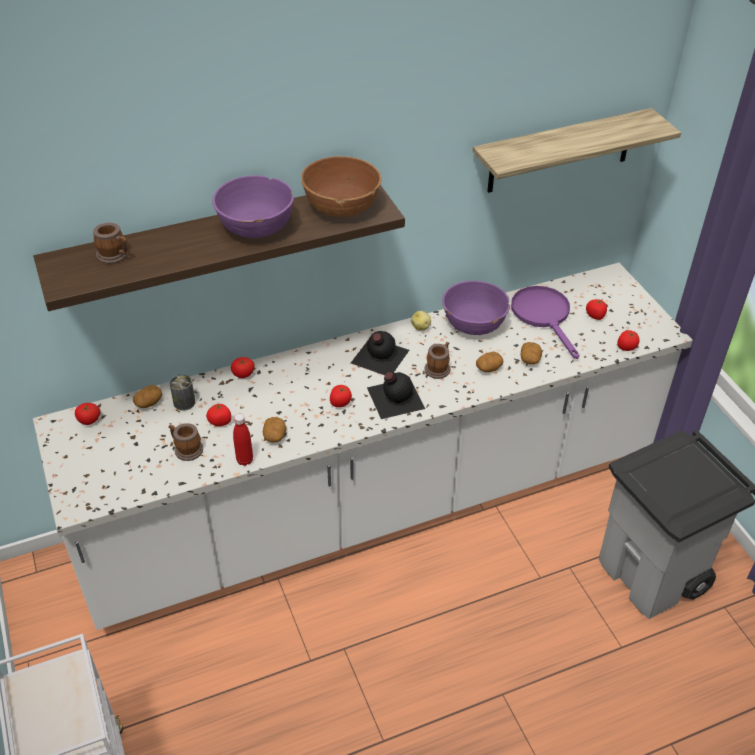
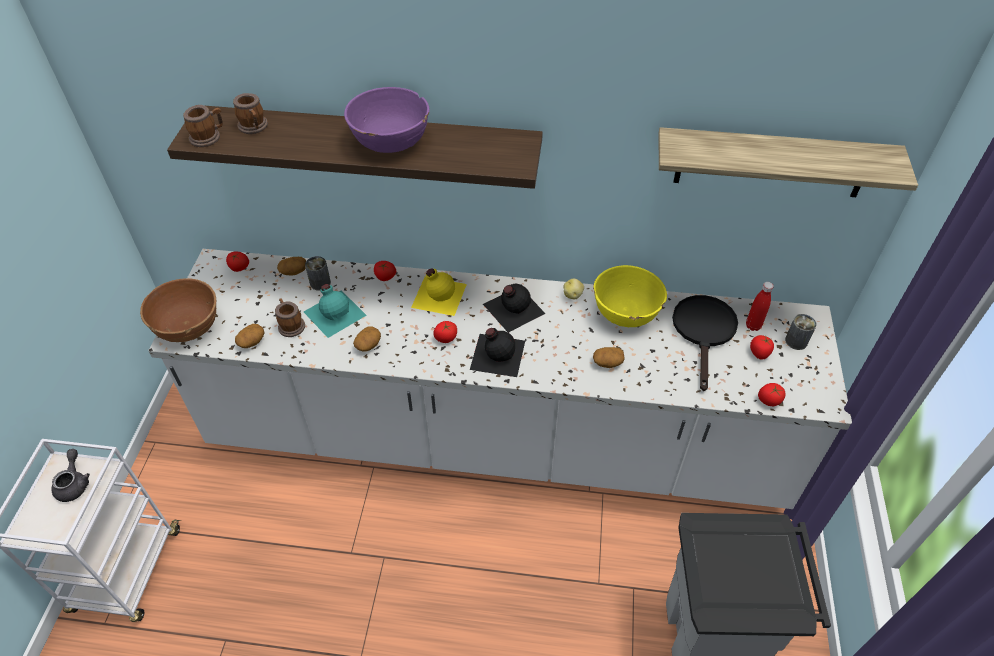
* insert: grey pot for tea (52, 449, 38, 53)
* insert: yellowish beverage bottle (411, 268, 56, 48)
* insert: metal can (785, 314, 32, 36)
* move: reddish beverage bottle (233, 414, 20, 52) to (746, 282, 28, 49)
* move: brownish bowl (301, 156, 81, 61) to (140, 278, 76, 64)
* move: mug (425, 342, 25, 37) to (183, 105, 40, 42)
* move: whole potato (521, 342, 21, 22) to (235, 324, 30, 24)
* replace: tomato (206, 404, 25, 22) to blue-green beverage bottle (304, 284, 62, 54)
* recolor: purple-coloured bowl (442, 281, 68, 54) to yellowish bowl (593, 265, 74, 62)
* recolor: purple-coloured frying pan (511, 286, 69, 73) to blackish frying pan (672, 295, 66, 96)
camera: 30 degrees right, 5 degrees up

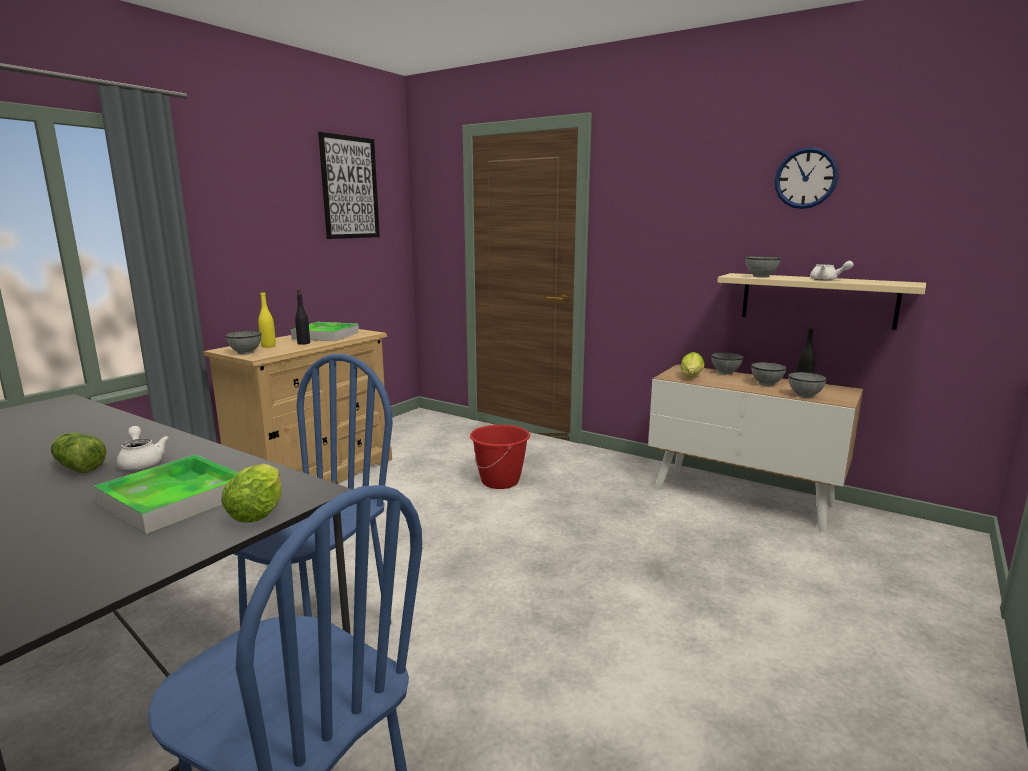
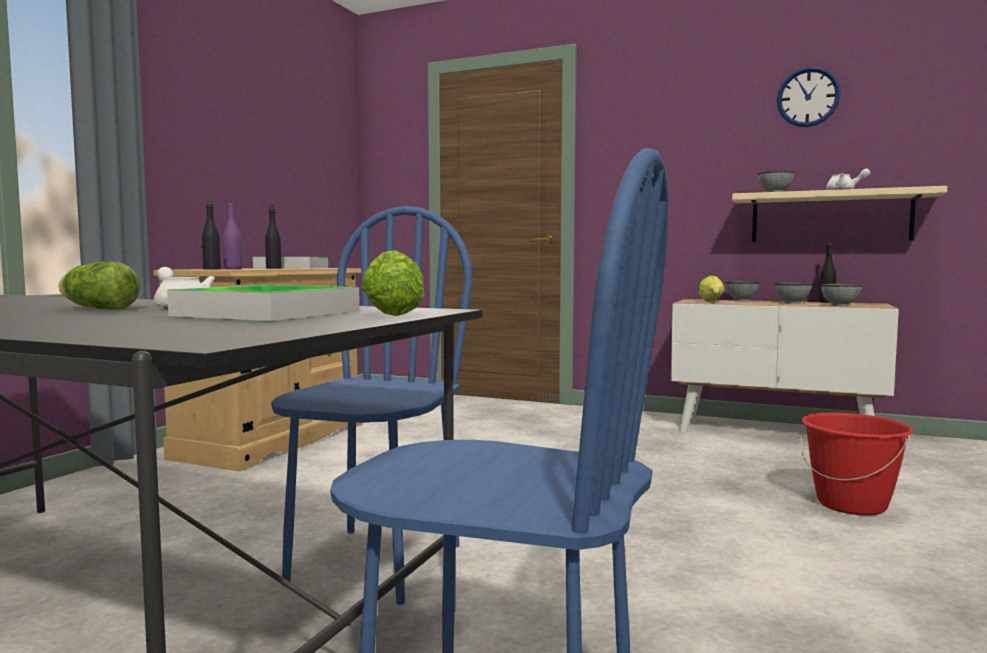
* delete: wall picture (318, 132, 62, 107)
* move: reddish bucket (470, 425, 60, 64) to (800, 413, 114, 103)
* replace: grey bowl (225, 331, 36, 23) to blackish beverage bottle (202, 198, 19, 72)
* recolor: yellowish beverage bottle (258, 291, 18, 57) to purple-coloured beverage bottle (223, 202, 19, 67)
camera: 10 degrees left, 10 degrees down

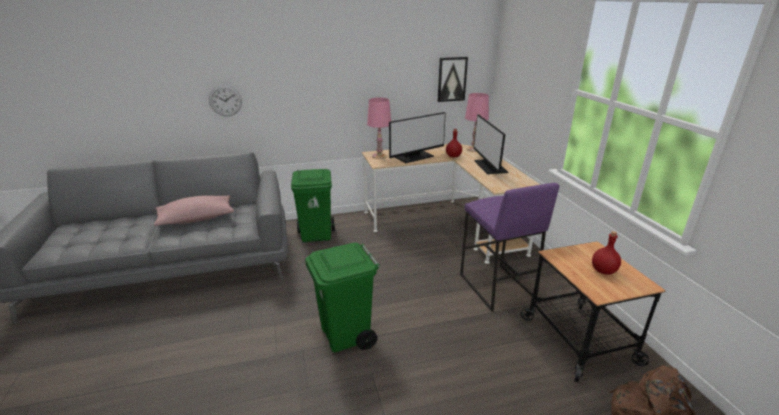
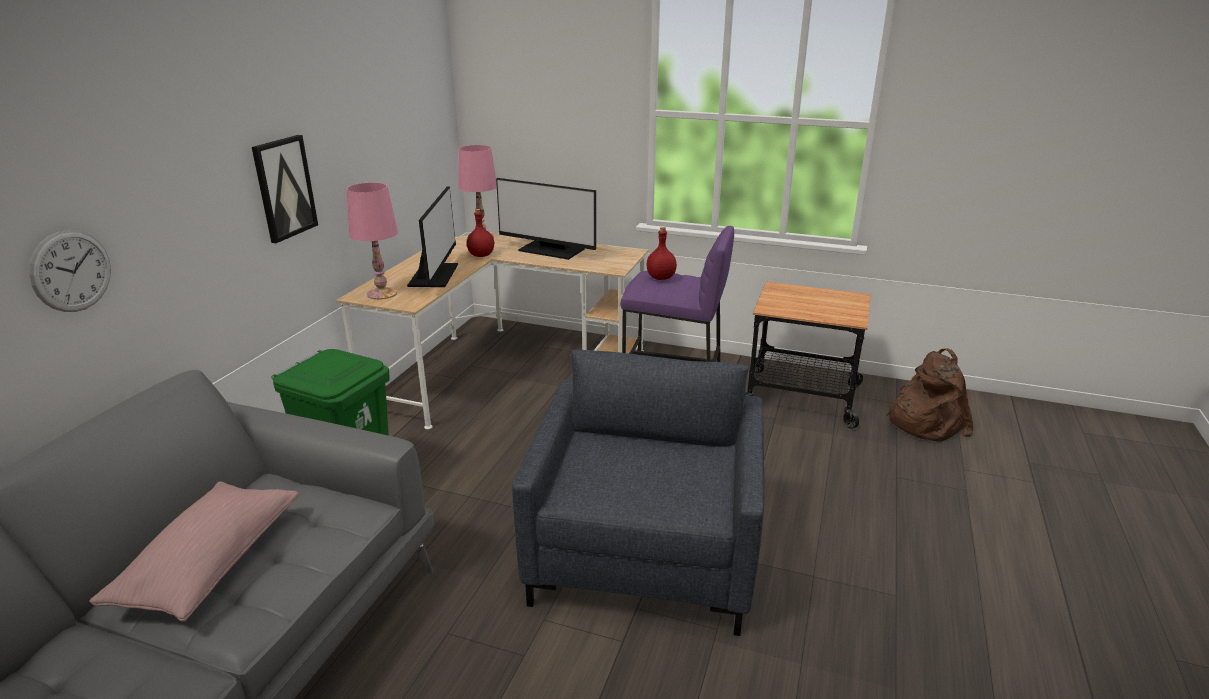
* move: wall picture (438, 57, 30, 45) to (252, 135, 66, 108)
* move: reddish beverage bottle (592, 231, 29, 44) to (646, 227, 31, 53)
* replace: greenish trash can (305, 243, 75, 109) to grey lounge chair (512, 350, 252, 286)
camera: 55 degrees left, 0 degrees up

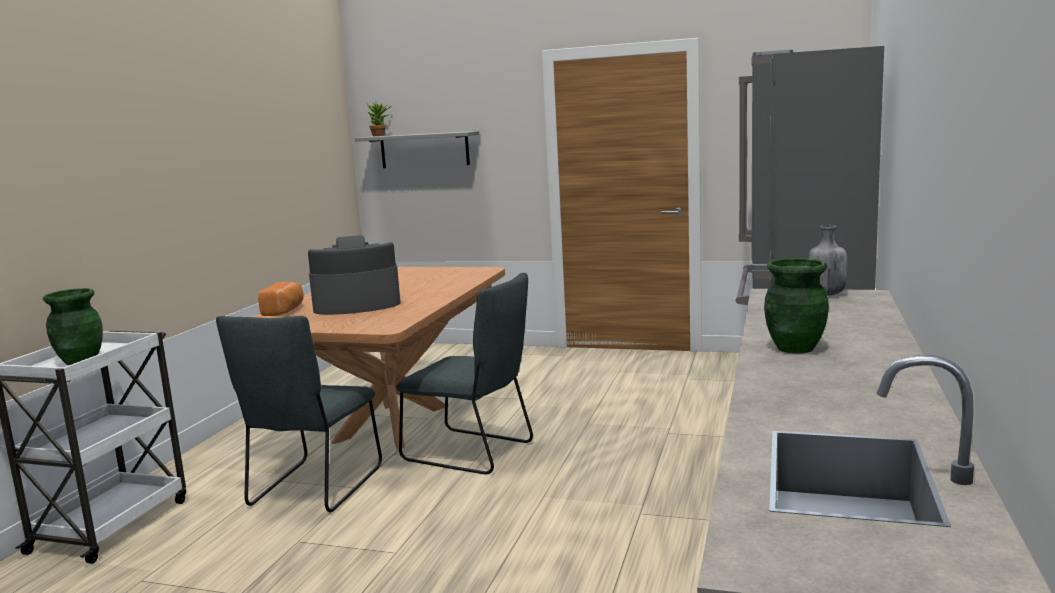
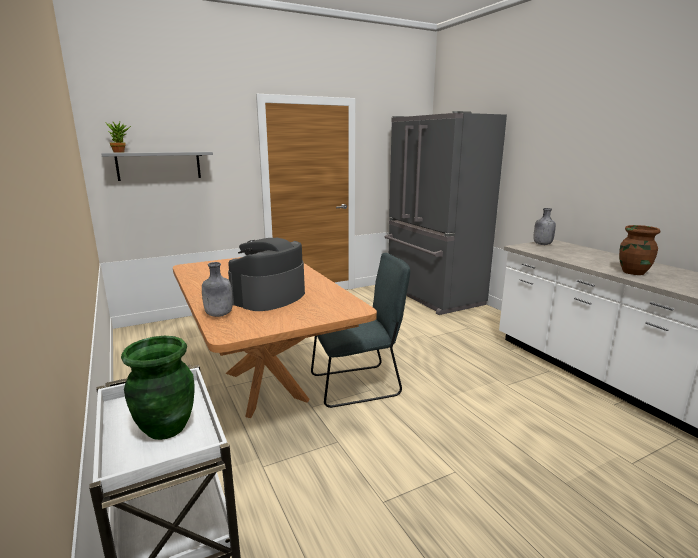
* delete: grey plain chair (216, 316, 166, 196)
* replace: baked bread (258, 282, 46, 34) to grey beverage bottle (202, 262, 31, 55)
* recolor: greenish vase (764, 258, 65, 96) to brownish vase (619, 225, 41, 50)
camera: 45 degrees left, 5 degrees up

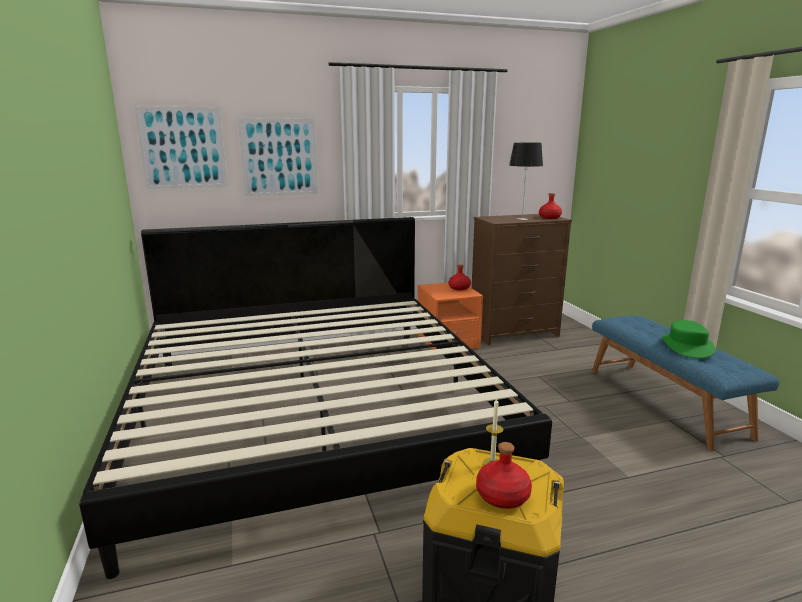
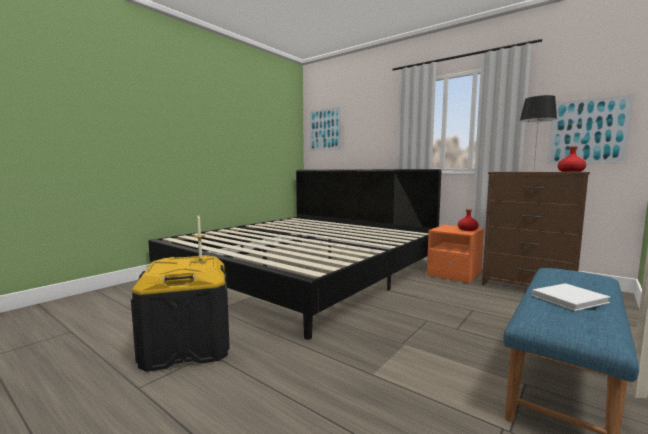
* delete: reddish beverage bottle (476, 442, 56, 67)
* move: wall picture (238, 118, 80, 78) to (547, 94, 88, 71)
* replace: greenish hat (662, 320, 53, 38) to white-coloured book (532, 283, 78, 28)
camera: 55 degrees right, 10 degrees down

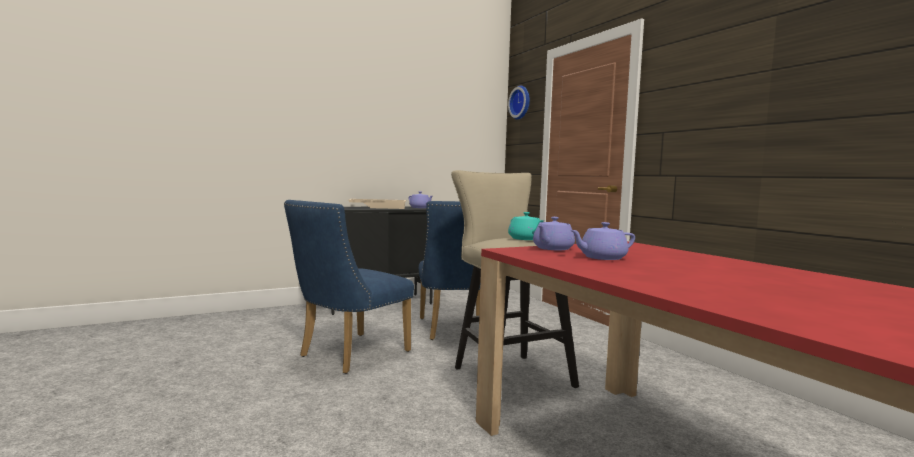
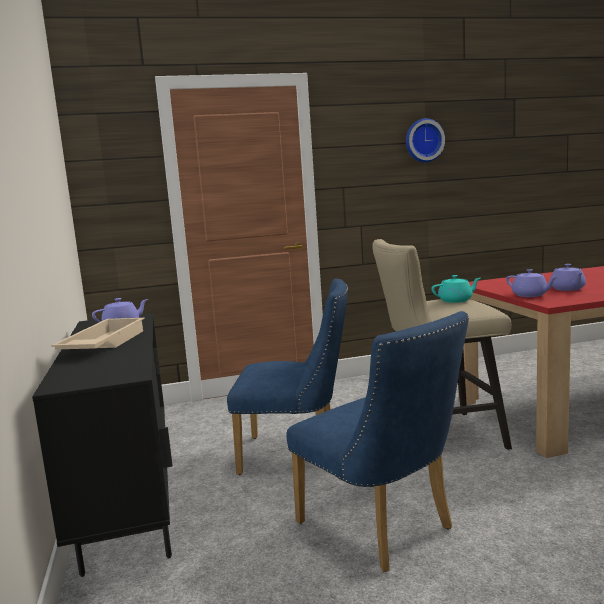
* move: hanging clock (508, 86, 22, 34) to (406, 118, 39, 45)
camera: 75 degrees left, 5 degrees up

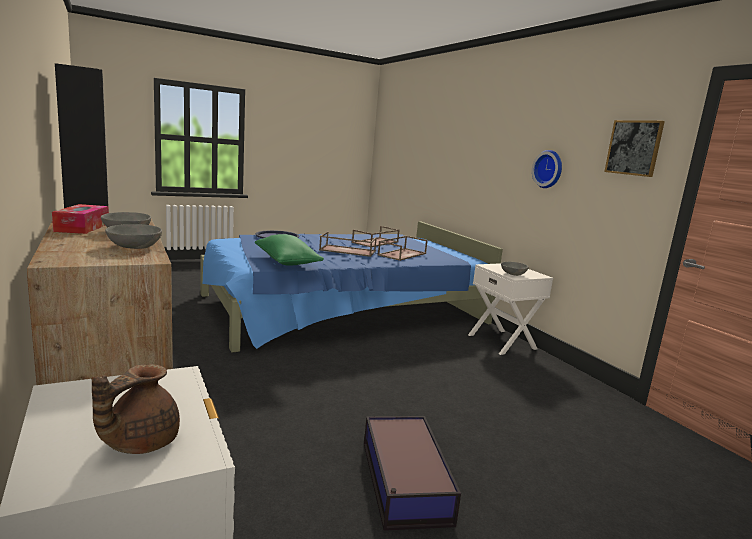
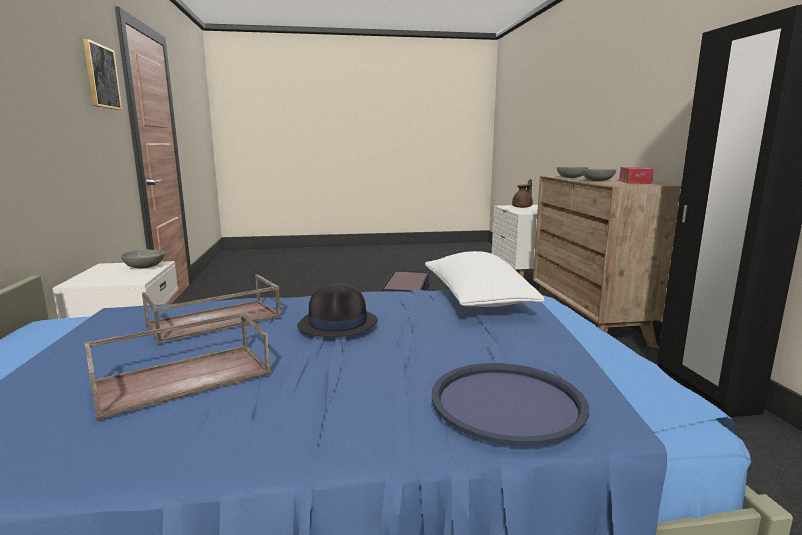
* delete: hanging clock (532, 150, 30, 38)
* replace: brownish tray (319, 232, 58, 25) to blackish hat (297, 283, 81, 54)
* recolor: greenish throw pillow (255, 234, 69, 31) to white-coloured throw pillow (425, 251, 120, 56)
camera: 160 degrees left, 0 degrees up

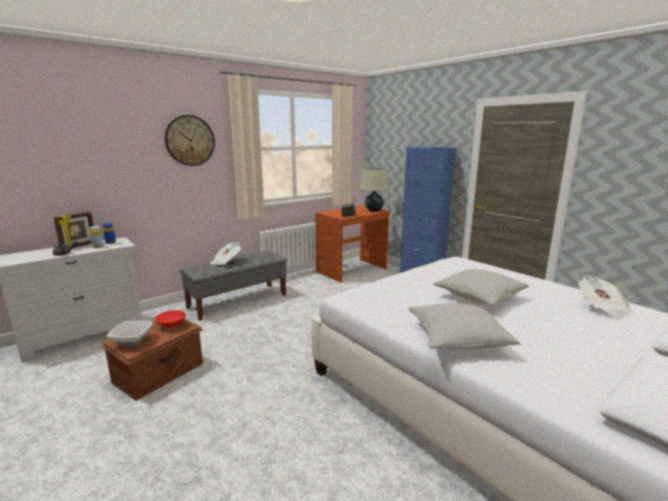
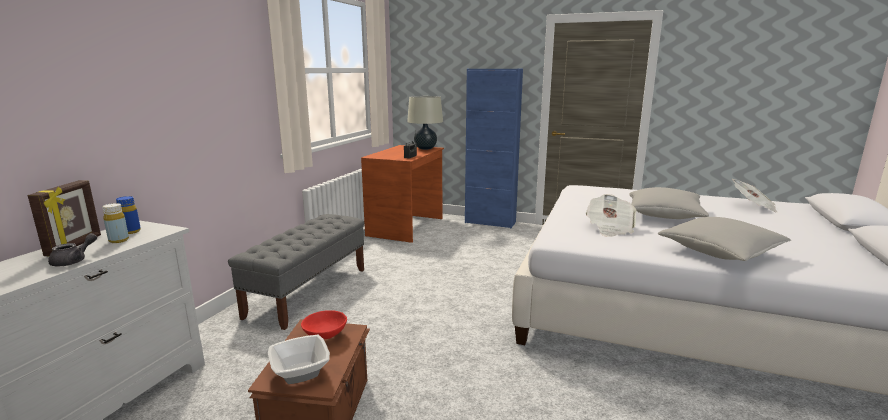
* delete: hanging clock (165, 115, 50, 51)
* move: daily paper (211, 242, 30, 23) to (586, 194, 51, 43)
camera: 30 degrees left, 0 degrees up

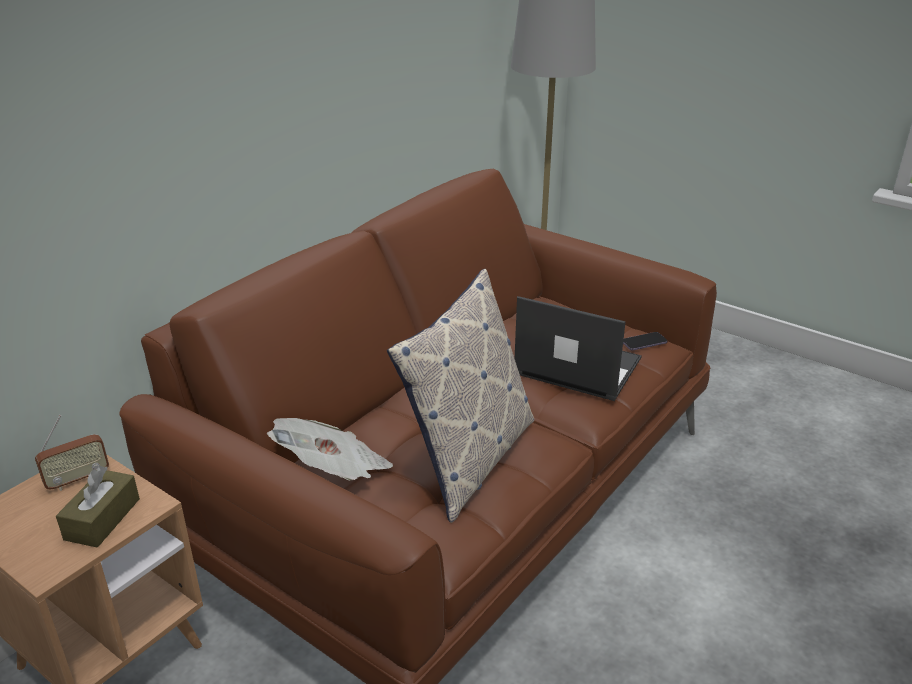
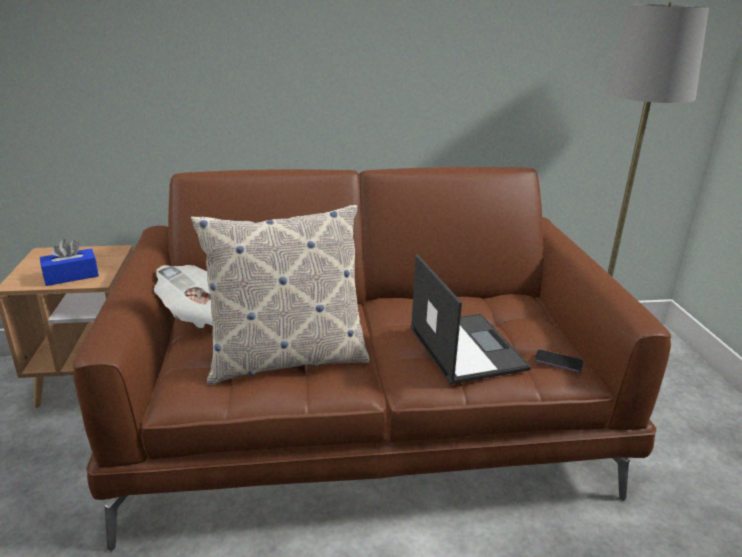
* delete: radio set (35, 415, 74, 76)
* recolor: brownish box of tissues (56, 466, 84, 82) to blue box of tissues (40, 239, 59, 47)
camera: 45 degrees right, 5 degrees down

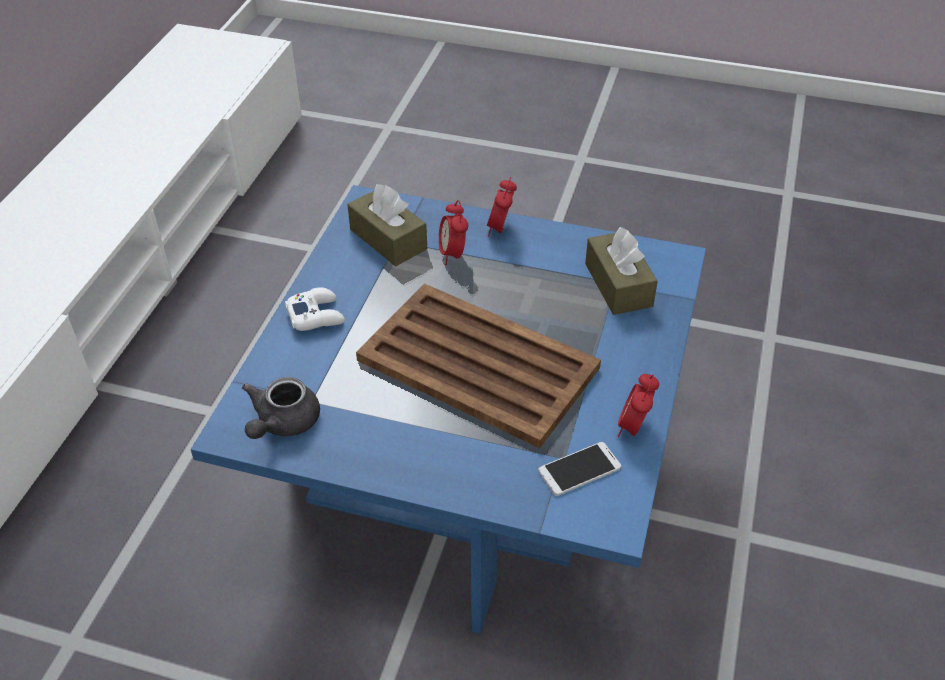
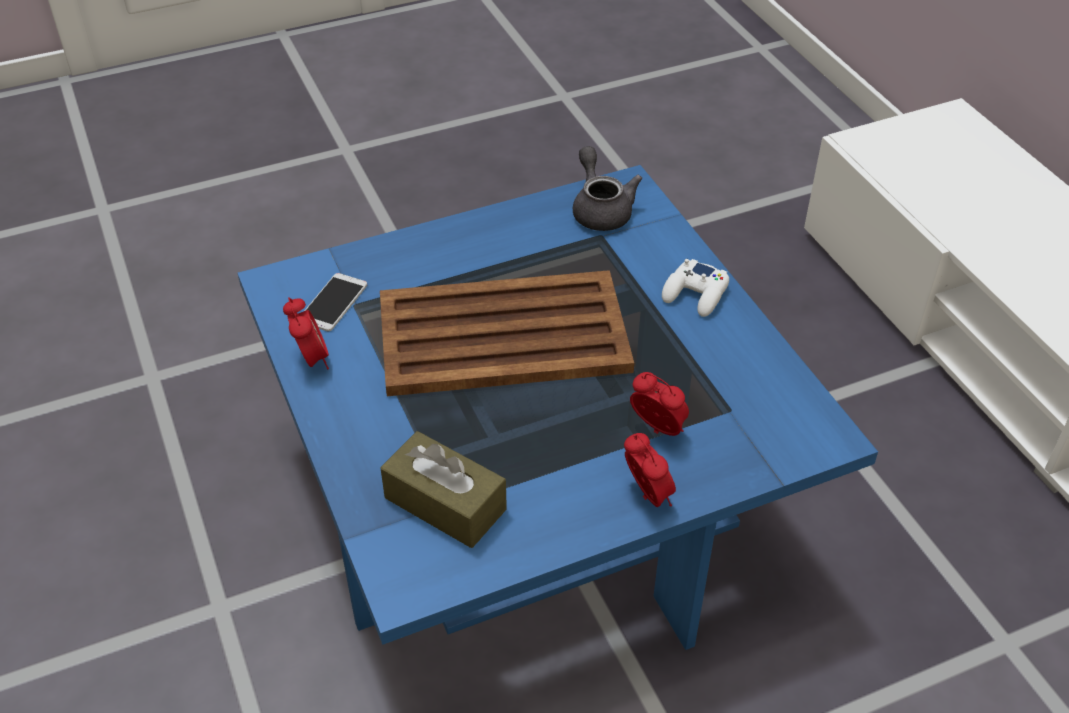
* delete: brownish box of tissues (347, 184, 80, 82)
camera: 140 degrees right, 0 degrees up

